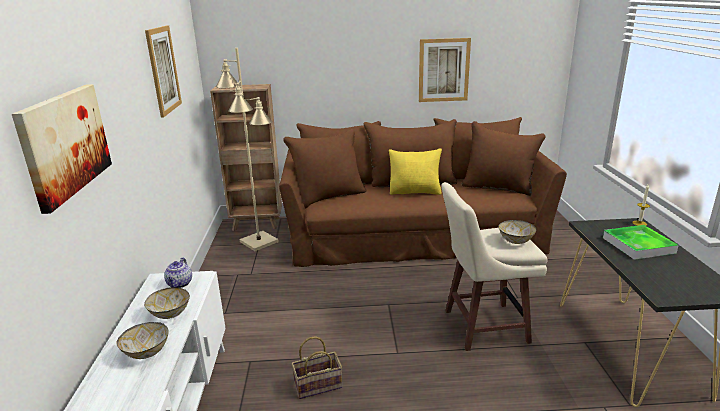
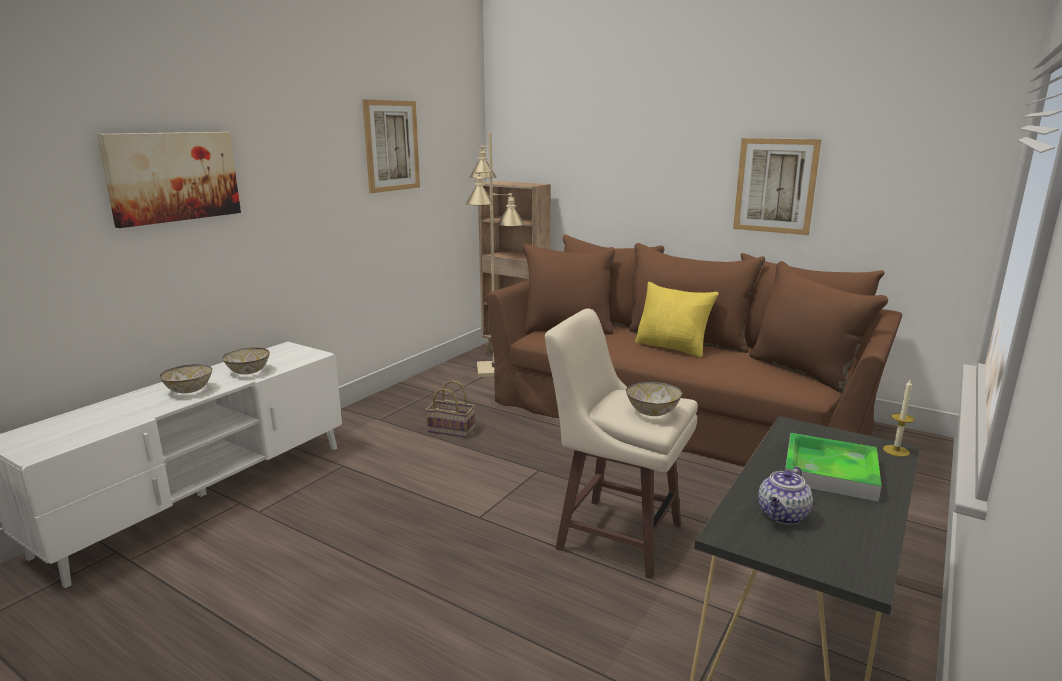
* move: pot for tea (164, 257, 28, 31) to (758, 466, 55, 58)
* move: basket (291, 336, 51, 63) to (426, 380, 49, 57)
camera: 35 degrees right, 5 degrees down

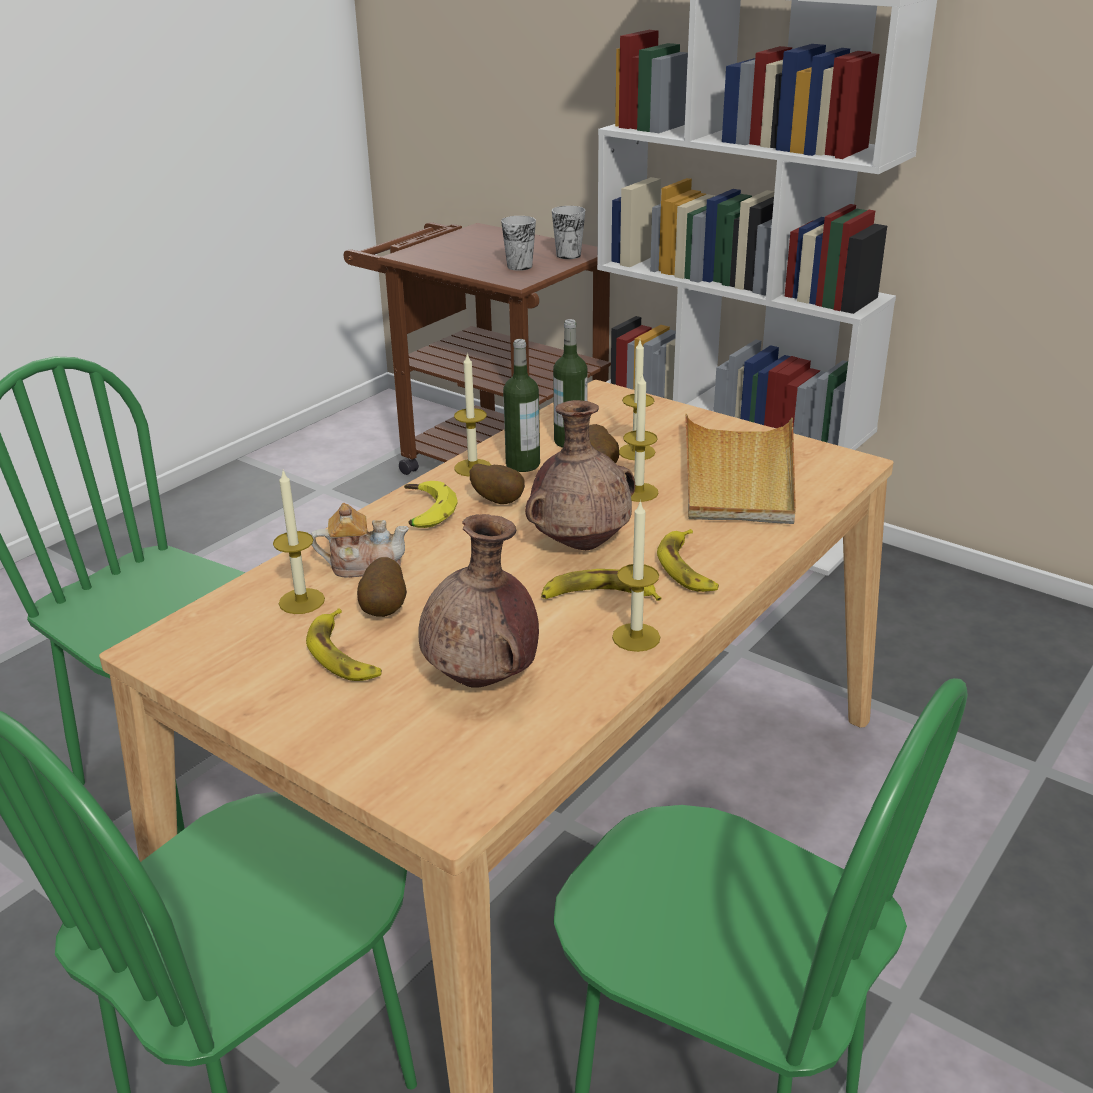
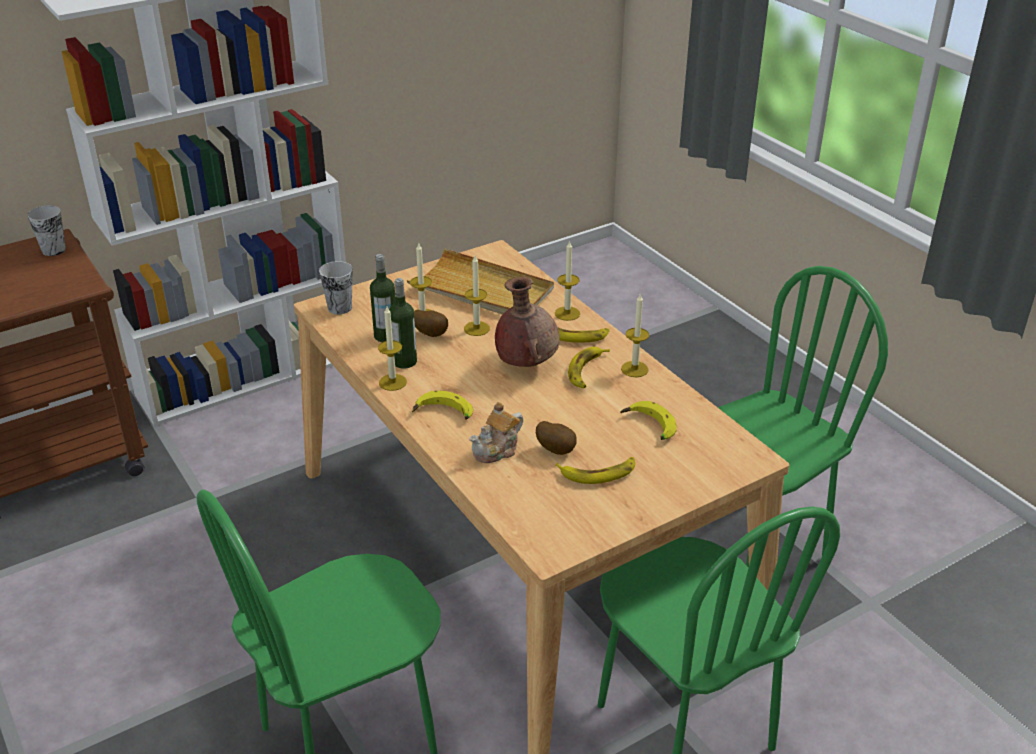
* delete: whole potato (470, 464, 55, 40)
* move: candle (273, 471, 52, 143) to (555, 240, 25, 81)
* move: small cup (501, 216, 35, 55) to (319, 261, 34, 53)
* replace: brownish vase (418, 514, 121, 174) to banana (620, 401, 57, 39)
* rotate: pot for tea (311, 503, 98, 75) = (469, 402, 54, 61) 150 degrees counterclockwise
camera: 70 degrees left, 5 degrees up

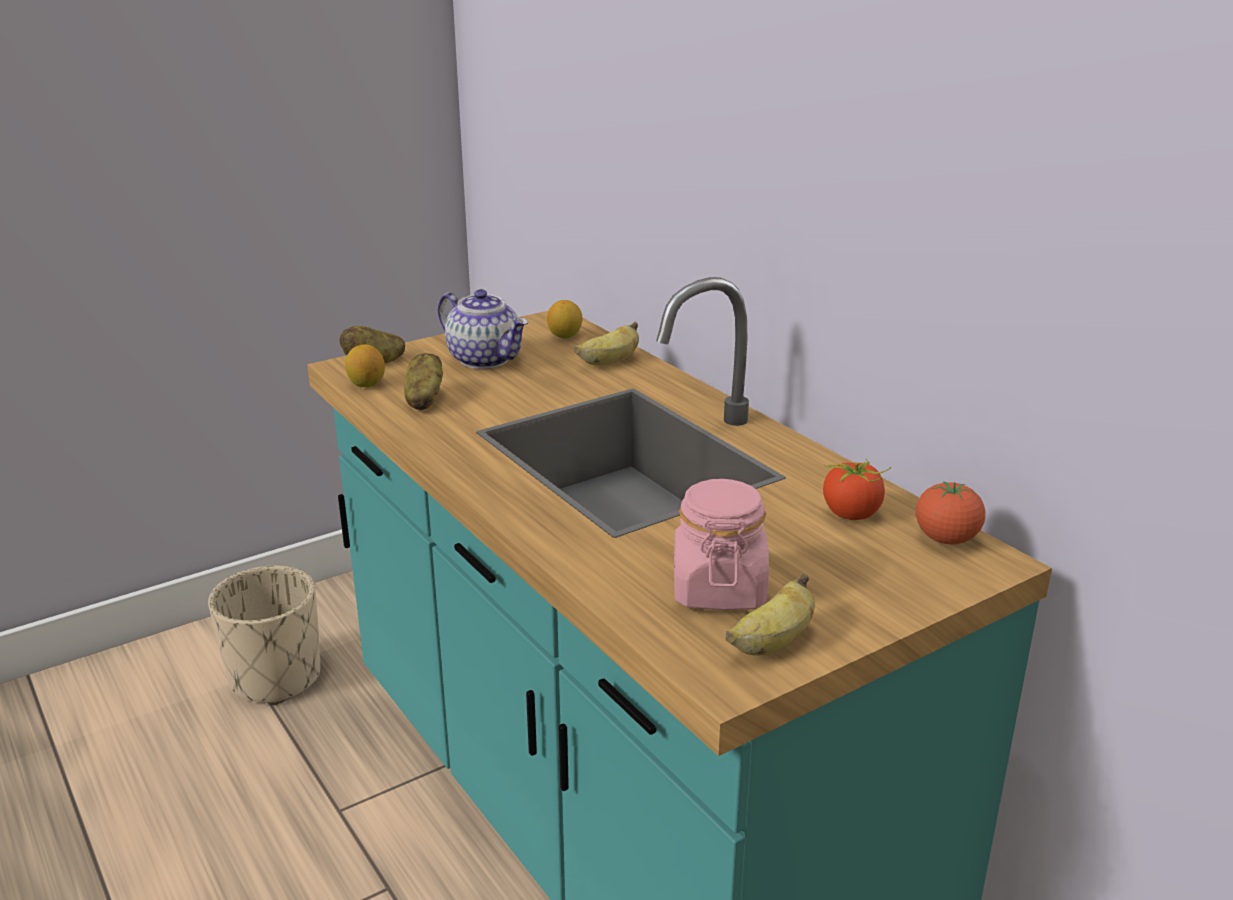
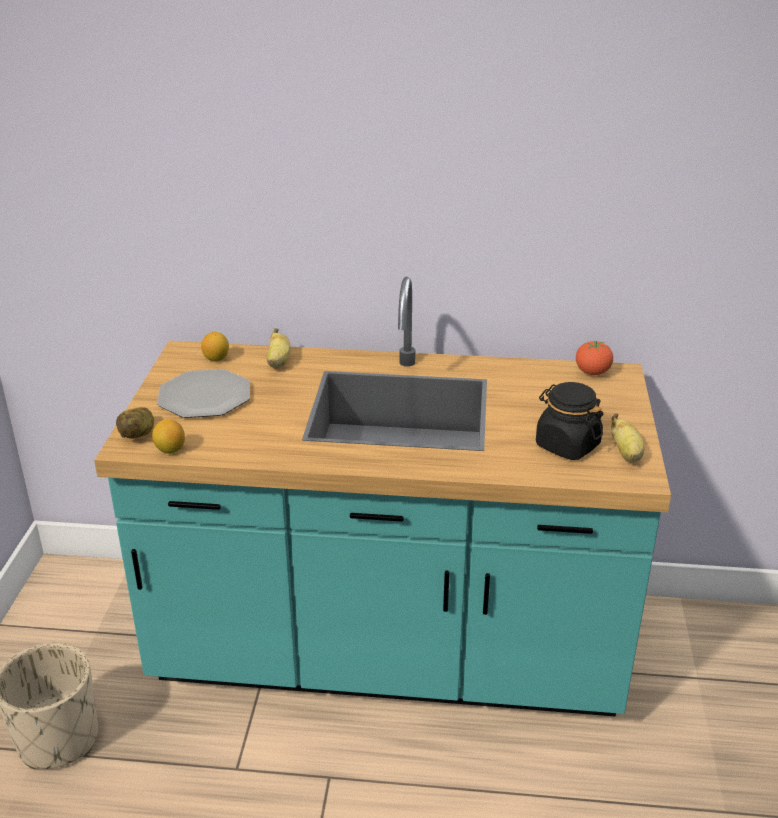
* delete: whole potato (404, 353, 39, 57)
* delete: tomato (823, 459, 68, 61)
* replace: pot for tea (438, 289, 90, 80) to flat dish (157, 369, 93, 49)
* recolor: pink-coloured storage jar (674, 479, 95, 131) to blackish storage jar (536, 382, 67, 78)
camera: 50 degrees left, 5 degrees up

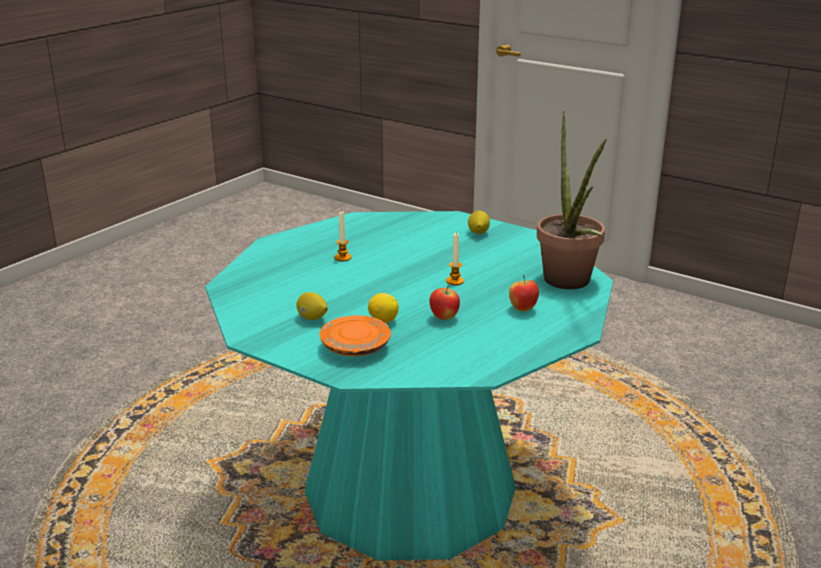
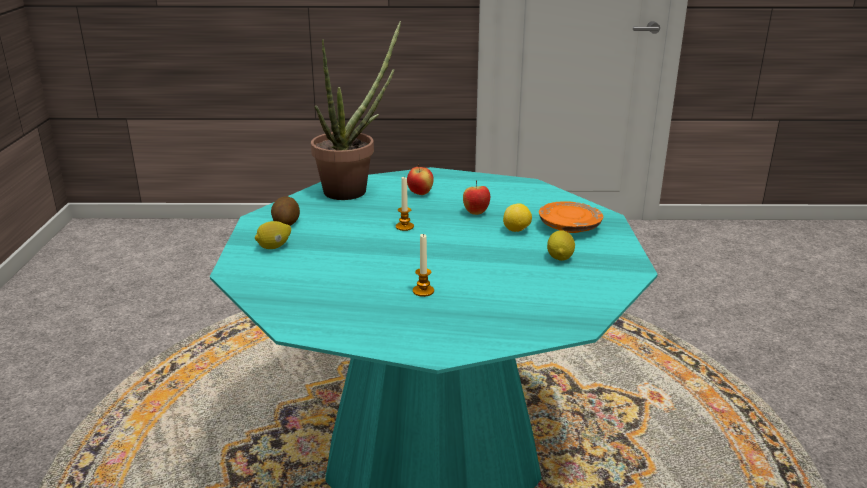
* insert: whole potato (271, 196, 29, 30)
camera: 125 degrees left, 0 degrees up

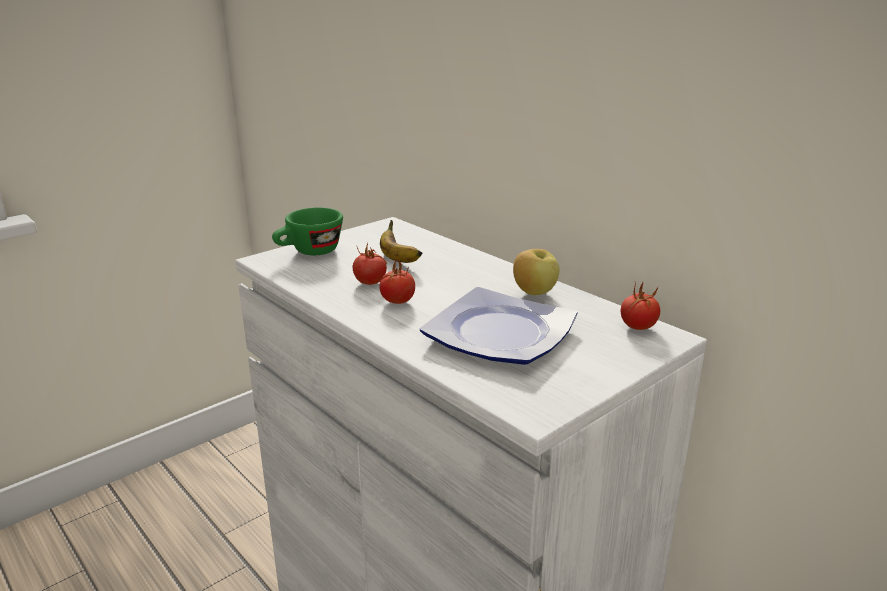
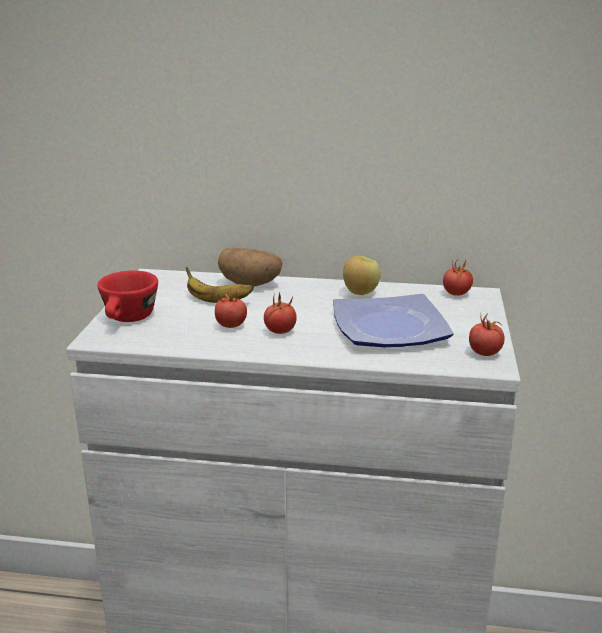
* insert: whole potato (218, 248, 65, 39)
* insert: tomato (469, 312, 36, 44)
* recolor: greenish small cup (272, 208, 71, 47) to reddish small cup (97, 271, 61, 51)
camera: 40 degrees left, 0 degrees up

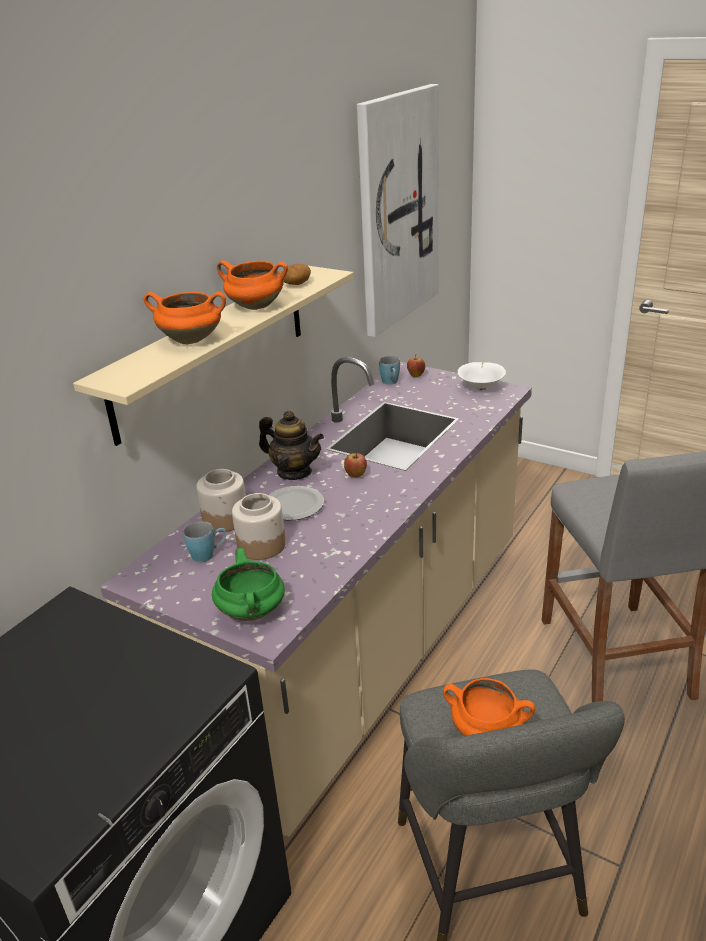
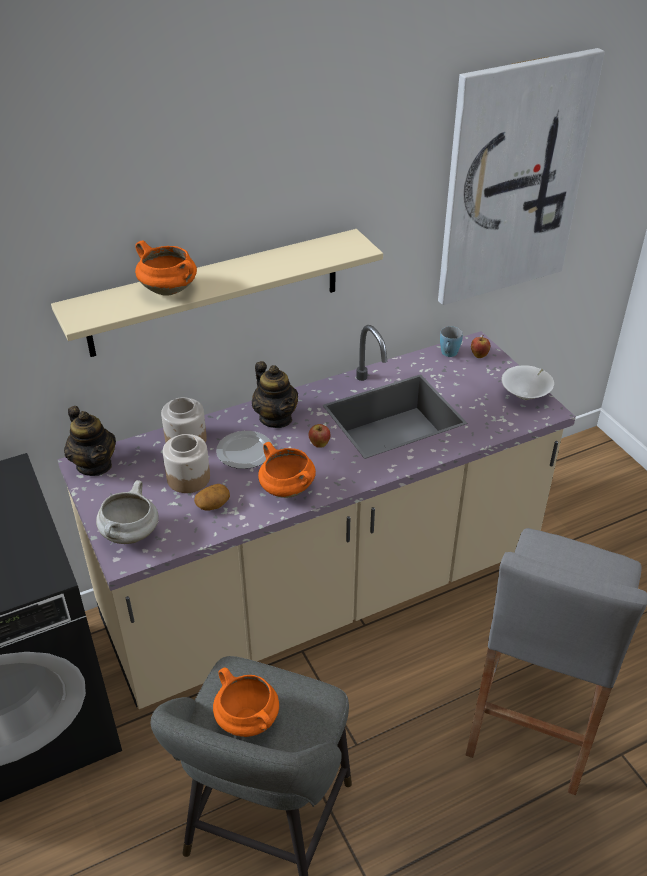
* delete: blue mug (183, 521, 43, 41)
* insert: pot for tea (64, 406, 52, 70)
* move: orangey stockpot (217, 260, 71, 50) to (258, 442, 58, 56)
* move: whole potato (282, 264, 29, 21) to (194, 484, 36, 26)
* recolor: greenish stockpot (212, 548, 73, 73) to white-coloured stockpot (96, 480, 62, 64)
camera: 30 degrees right, 10 degrees up

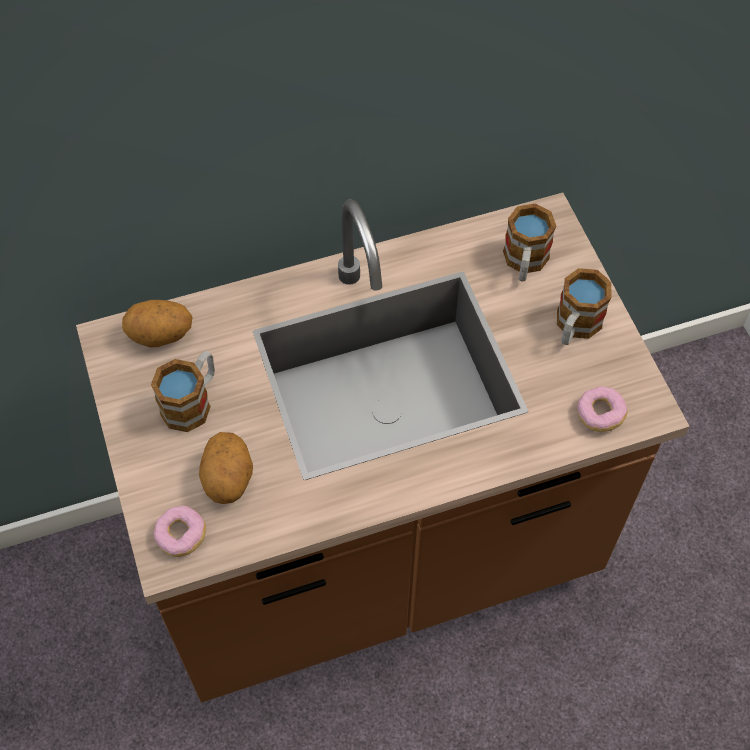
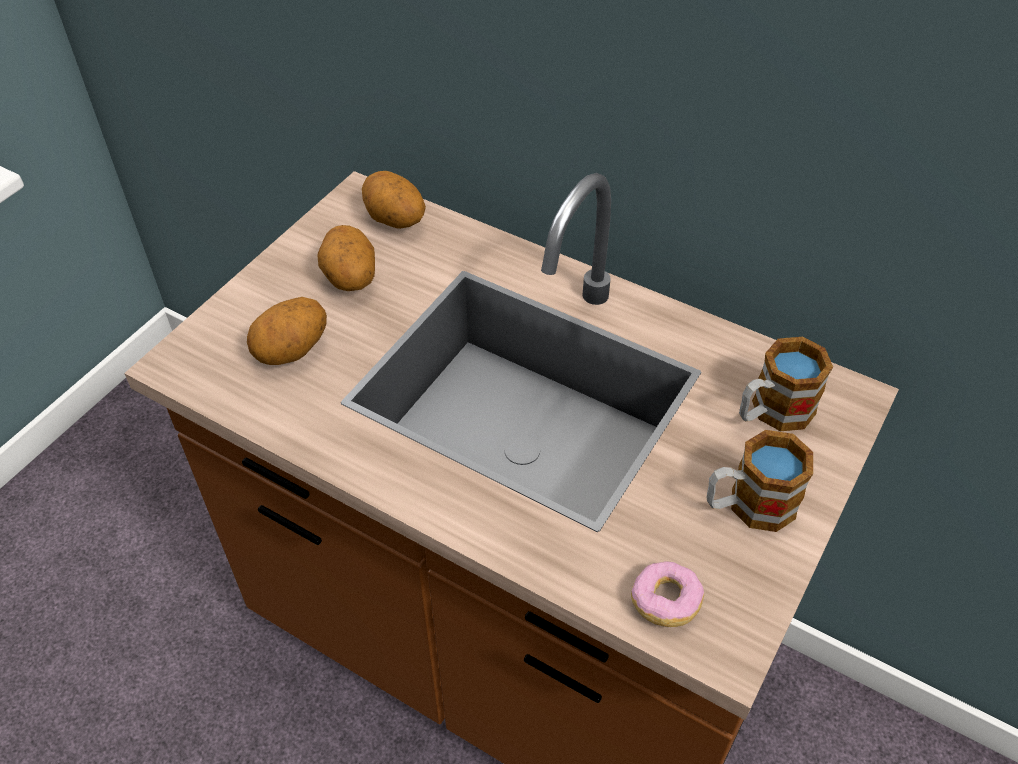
* delete: donut (154, 506, 52, 51)
* replace: mug (151, 351, 64, 81) to whole potato (317, 225, 58, 66)
camera: 50 degrees right, 10 degrees down

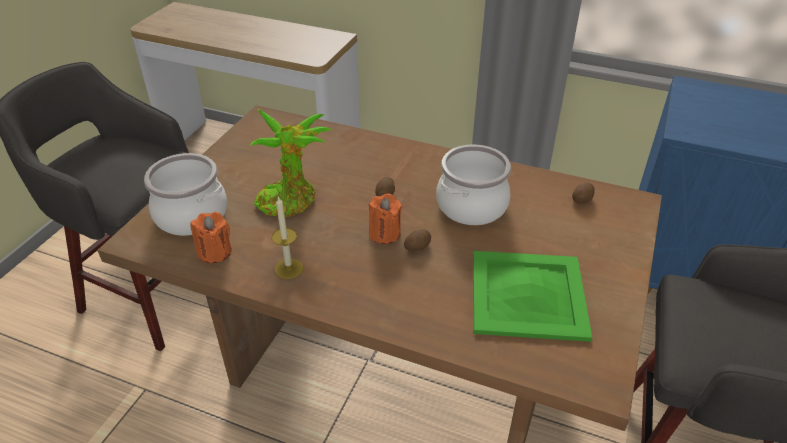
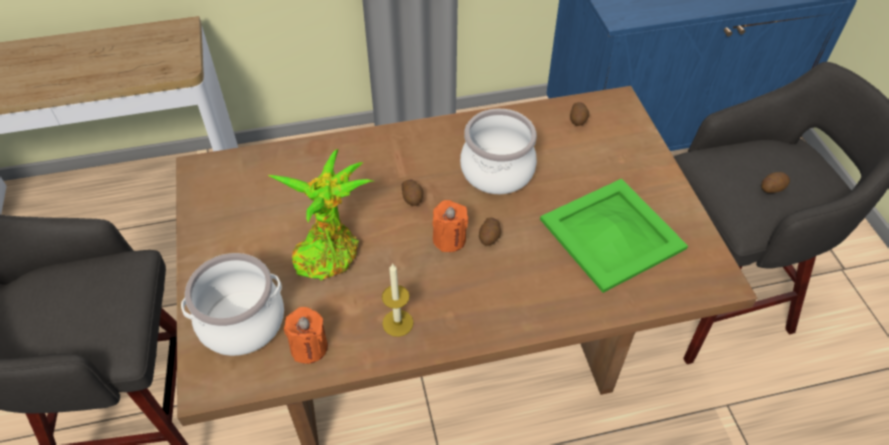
* insert: whole potato (761, 172, 29, 21)
camera: 35 degrees left, 10 degrees up

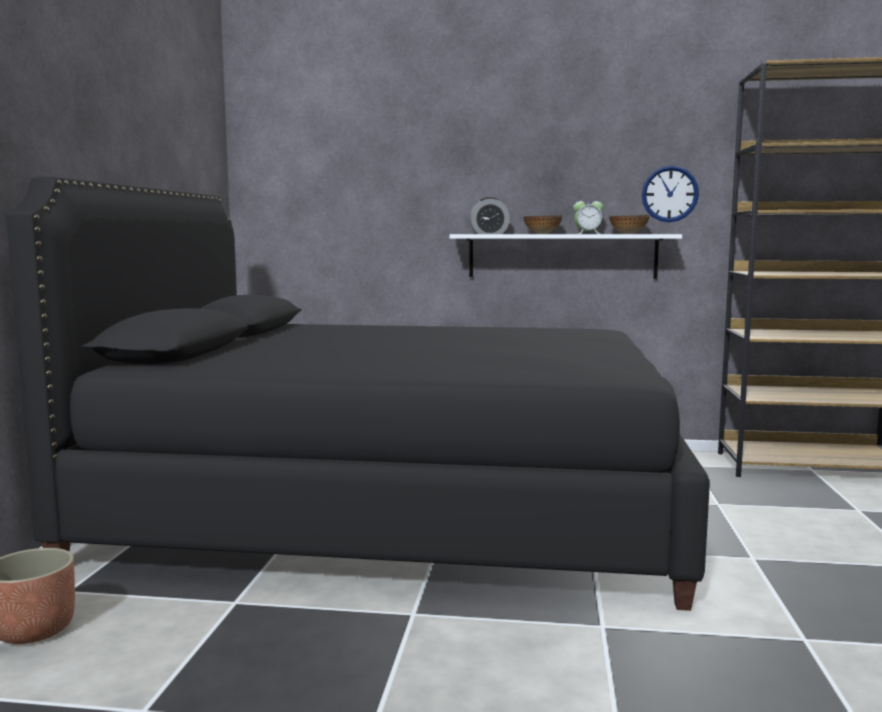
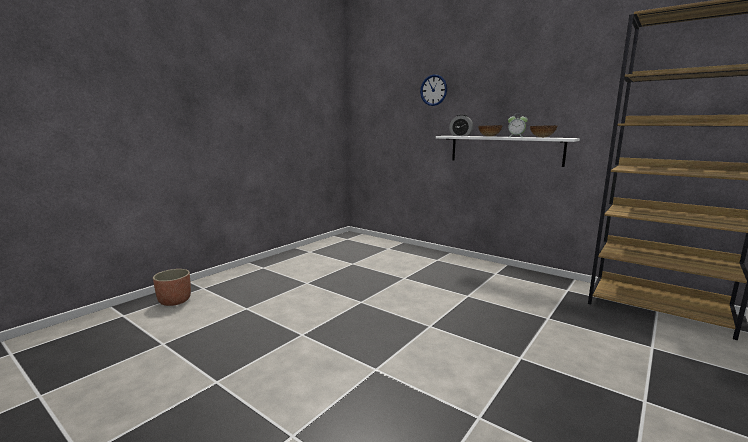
* delete: blackish sleeping bed (6, 177, 704, 434)
* move: hanging clock (642, 166, 57, 56) to (420, 74, 27, 32)
camera: 30 degrees right, 5 degrees up

